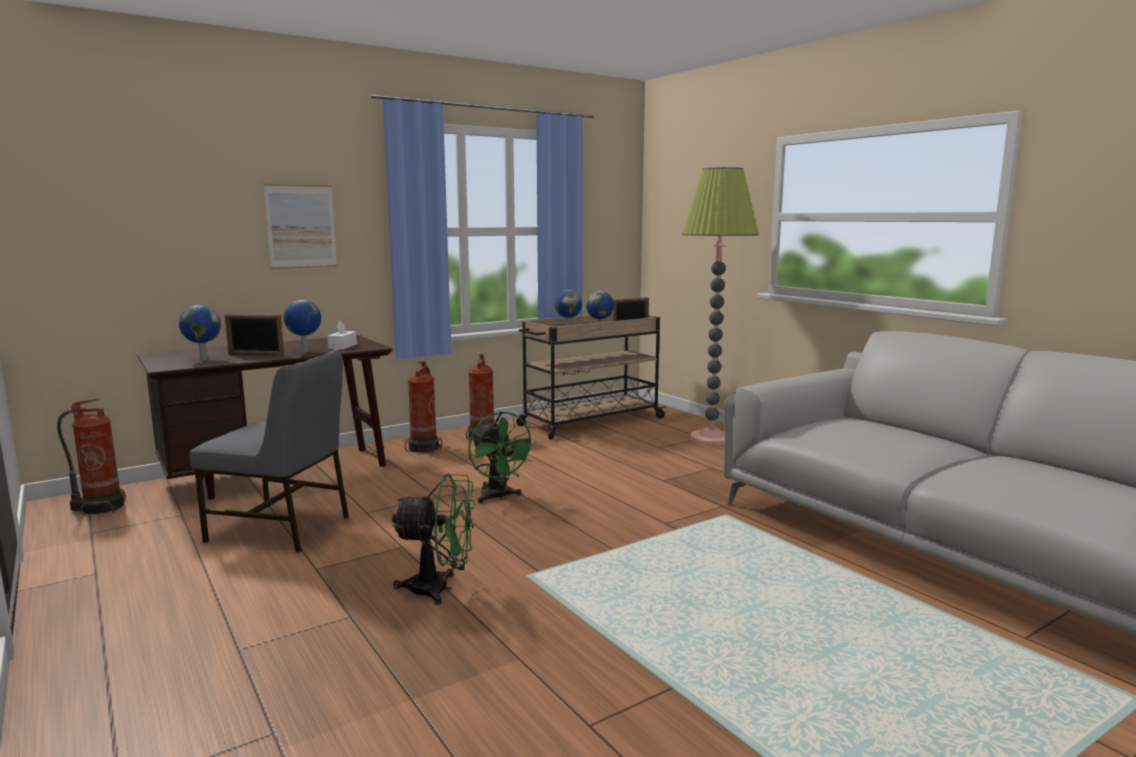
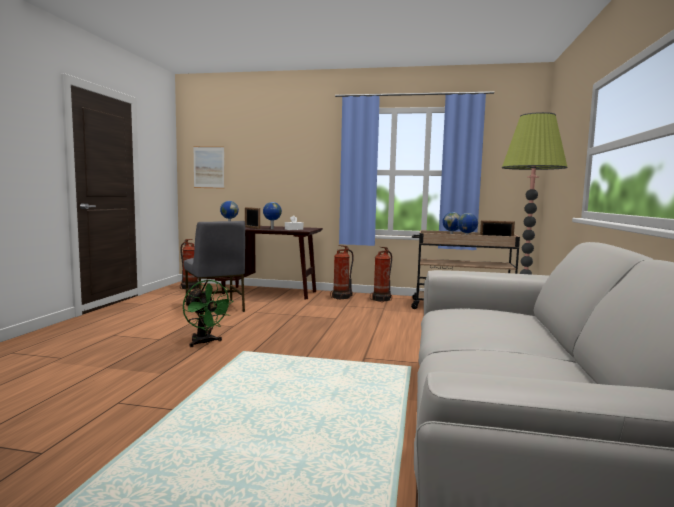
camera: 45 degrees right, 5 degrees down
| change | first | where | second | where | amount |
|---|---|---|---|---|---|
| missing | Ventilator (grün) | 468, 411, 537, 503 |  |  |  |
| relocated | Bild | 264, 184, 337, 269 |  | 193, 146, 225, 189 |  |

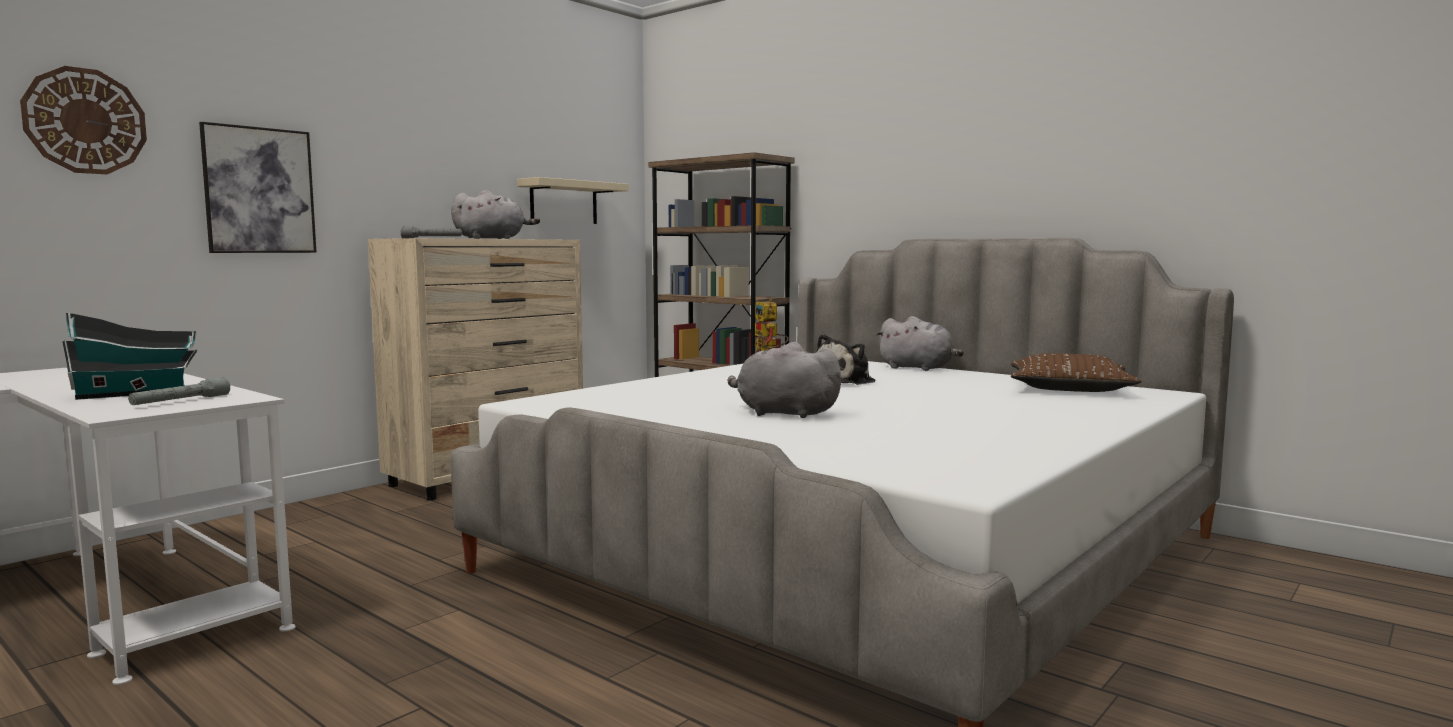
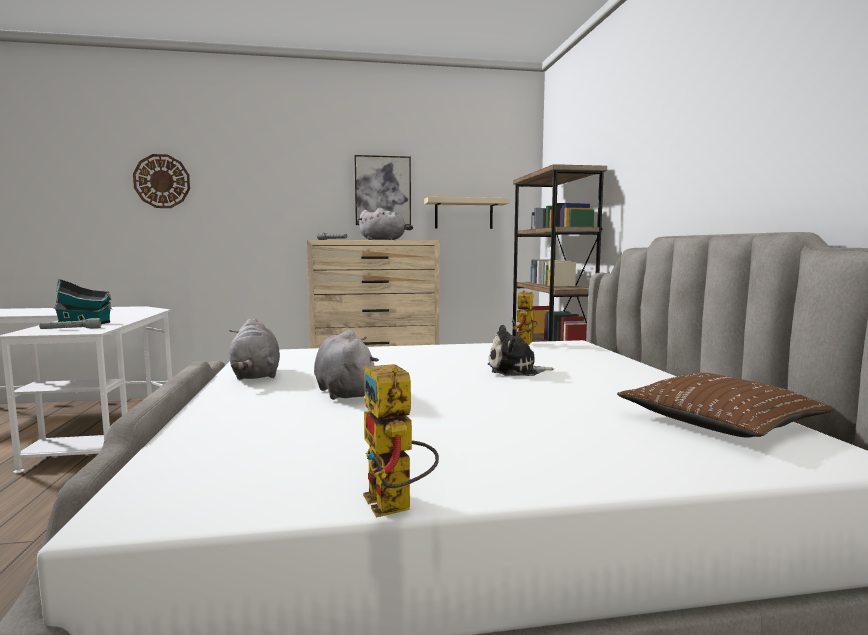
camera: 40 degrees right, 0 degrees up
| change | first | where | second | where | amount |
|---|---|---|---|---|---|
| appeared |  |  | Spielzeugroboter | 363, 364, 439, 518 |  |
| relocated | Bild | 199, 122, 316, 253 |  | 354, 155, 411, 226 |  |
| relocated | Plüschtier (grau) | 876, 316, 964, 371 |  | 229, 319, 280, 380 |  |

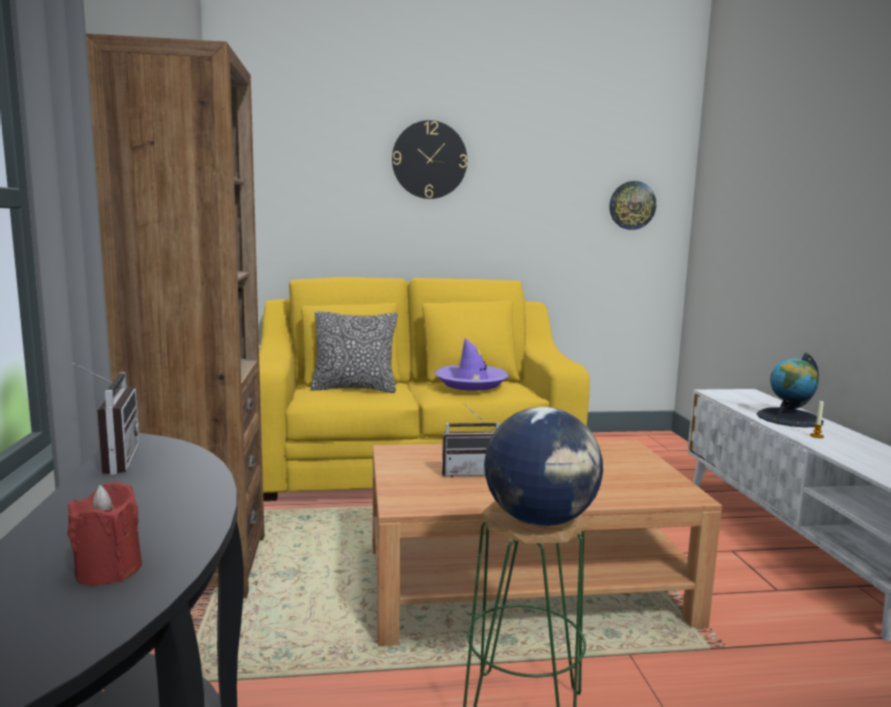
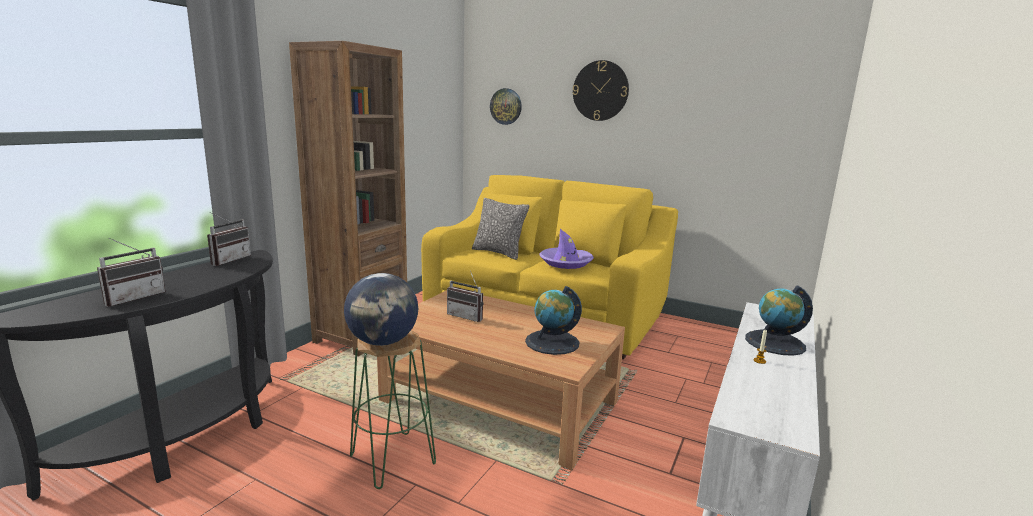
camera: 35 degrees right, 5 degrees up
| change | first | where | second | where | amount |
|---|---|---|---|---|---|
| appeared |  |  | Globus | 525, 286, 582, 355 |  |
| relocated | Wanduhr | 609, 181, 656, 230 |  | 490, 88, 522, 125 |  |
| exchanged | Kerze (rot) | 67, 482, 142, 585 | Radio | 97, 238, 165, 307 |  |

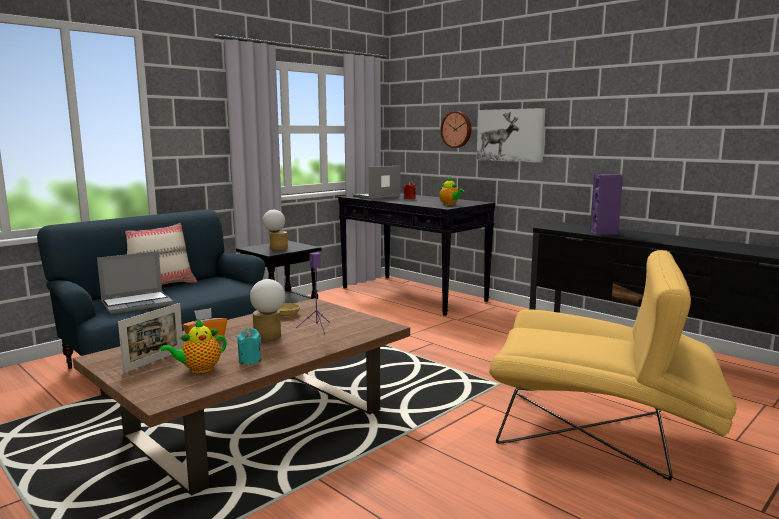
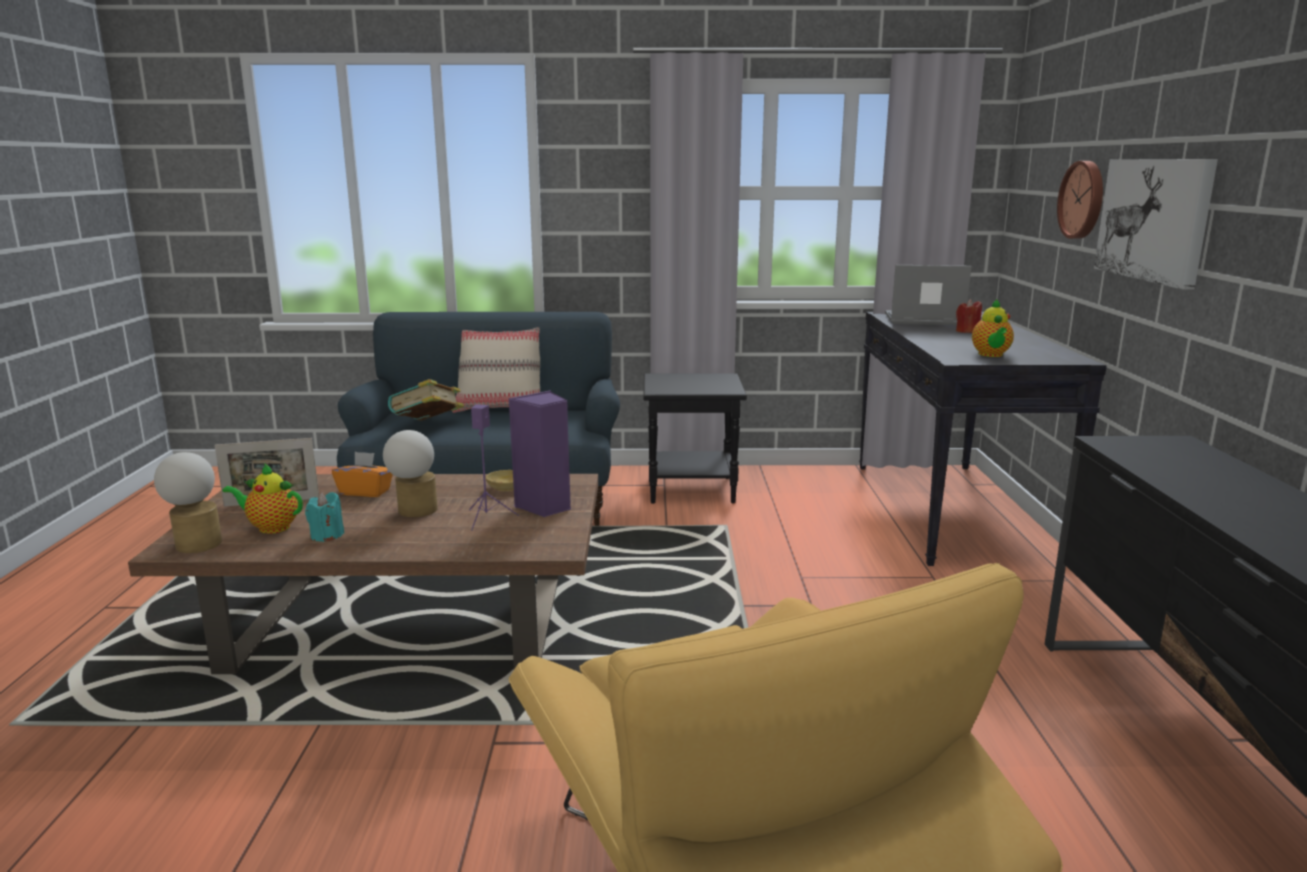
camera: 45 degrees right, 5 degrees up
| change | first | where | second | where | amount |
|---|---|---|---|---|---|
| relocated | Tischlampe | 263, 210, 288, 250 |  | 154, 452, 222, 553 |  |
| relocated | Lautsprecher (lila) | 590, 173, 623, 235 |  | 509, 391, 571, 517 |  |
| exchanged | Laptop | 97, 251, 173, 314 | Buch | 388, 379, 464, 421 |  |

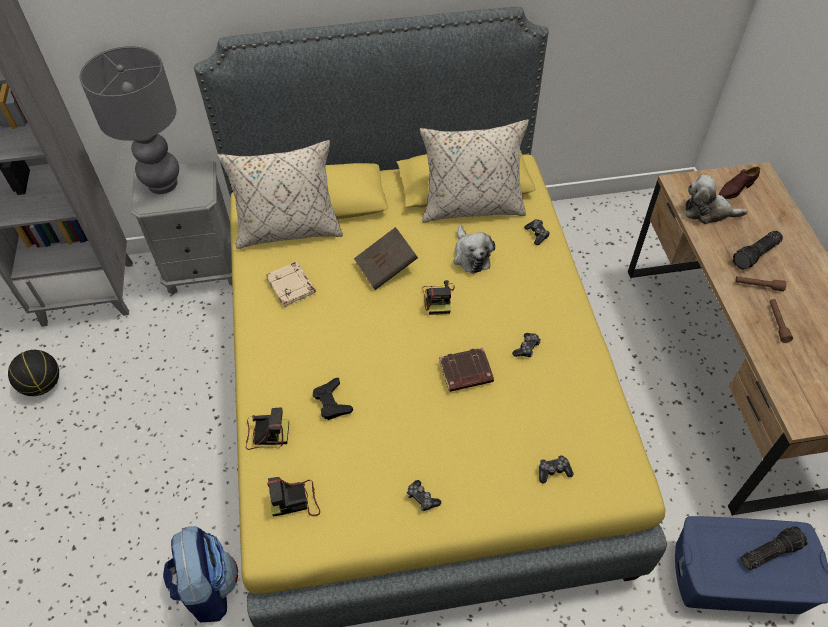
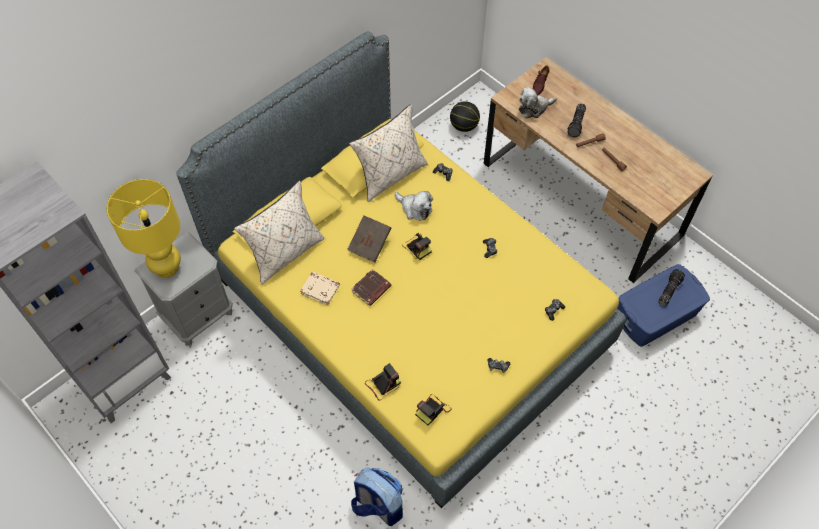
camera: 35 degrees left, 5 degrees up
| change | first | where | second | where | amount |
|---|---|---|---|---|---|
| missing | Gamepad (schwarz) | 313, 378, 353, 420 |  |  |  |
| relocated | Basketball | 8, 350, 59, 396 |  | 450, 101, 480, 132 |  |
| relocated | Buch (braun) | 439, 348, 494, 392 |  | 351, 269, 391, 306 |  |
| colour | Tischlampe (grau) | 80, 46, 179, 194 | Tischlampe (gelb) | 106, 179, 181, 278 |  |

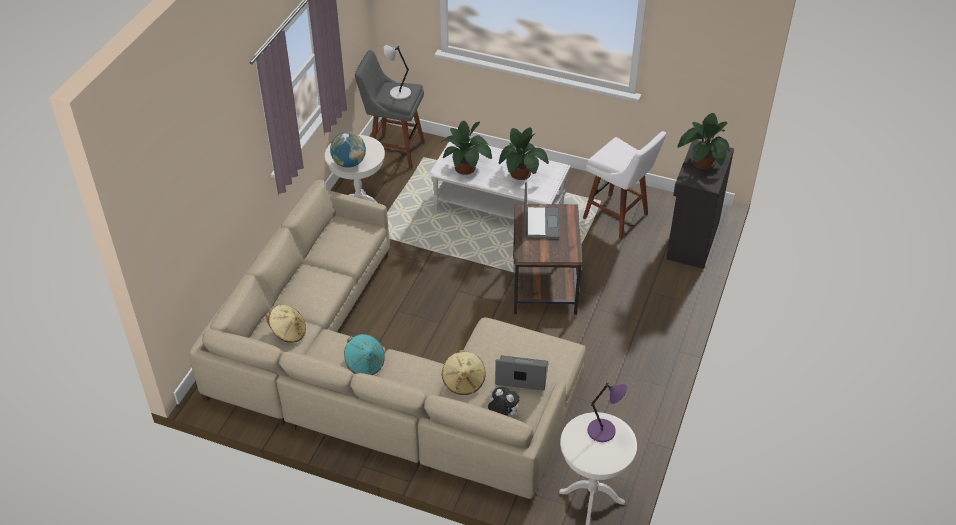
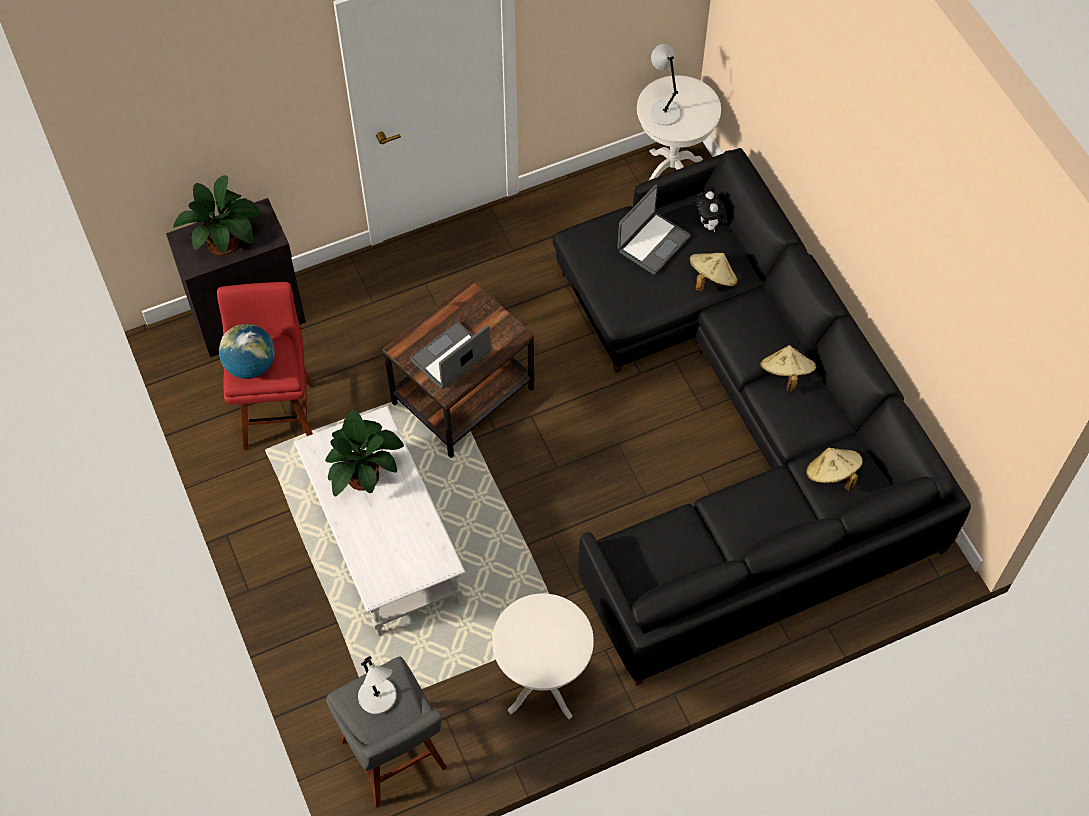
camera: 135 degrees left, 15 degrees up
| change | first | where | second | where | amount |
|---|---|---|---|---|---|
| missing | Topfpflanze | 441, 121, 492, 175 |  |  |  |
| relocated | Globus | 330, 132, 366, 168 |  | 219, 324, 275, 379 |  |
| colour | Sofa (beige) | 189, 180, 586, 505 | Sofa (schwarz) | 553, 148, 971, 686 |  |
| colour | Hut (türkis) | 344, 334, 385, 375 | Hut (beige) | 760, 345, 817, 392 |  |
| colour | Hocker (weiß) | 583, 131, 666, 239 | Hocker (rot) | 217, 282, 314, 451 |  |
| colour | Tischlampe (lila) | 587, 382, 627, 442 | Tischlampe (grau) | 650, 44, 681, 126 |  |
| spun | Laptop | 495, 355, 549, 390 |  | 617, 184, 691, 274 | 105 degrees counterclockwise |

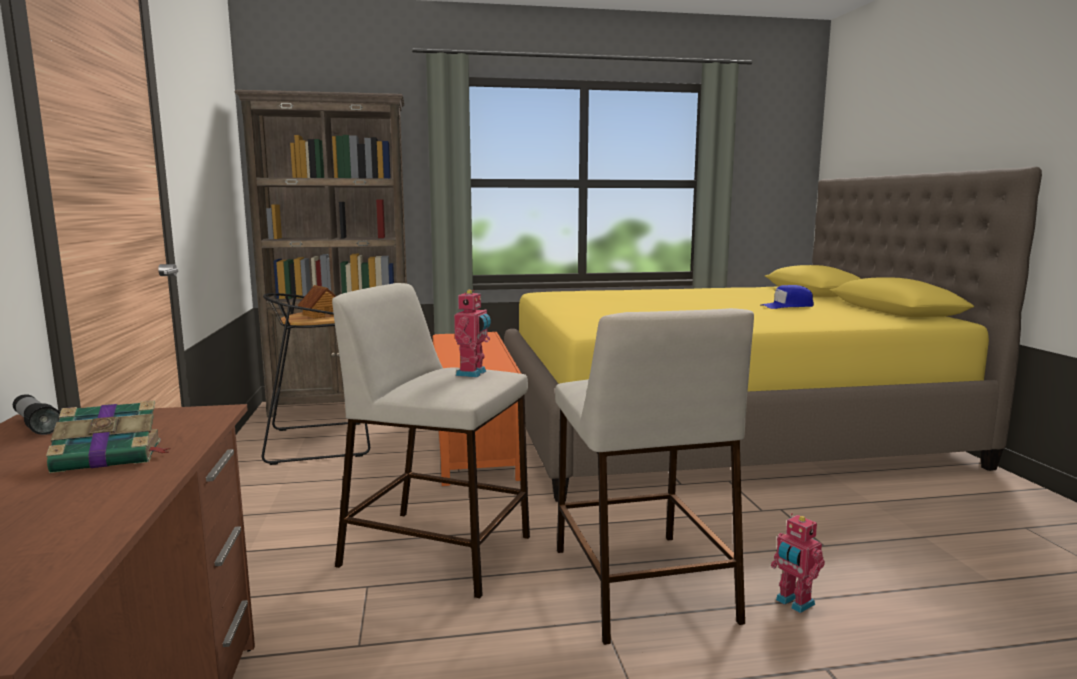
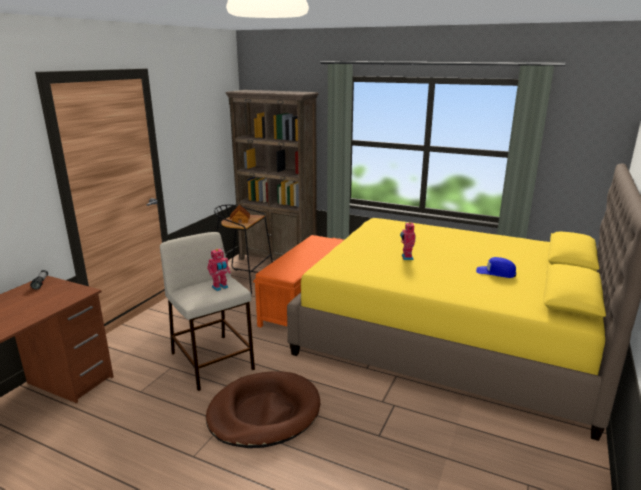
camera: 35 degrees right, 10 degrees up
| change | first | where | second | where | amount |
|---|---|---|---|---|---|
| missing | Buch | 46, 400, 171, 473 |  |  |  |
| relocated | Spielzeugroboter | 771, 513, 825, 613 |  | 400, 221, 416, 260 |  |
| exchanged | Hocker (beige) | 555, 308, 754, 645 | Hundebett (braun) | 206, 372, 320, 448 |  |

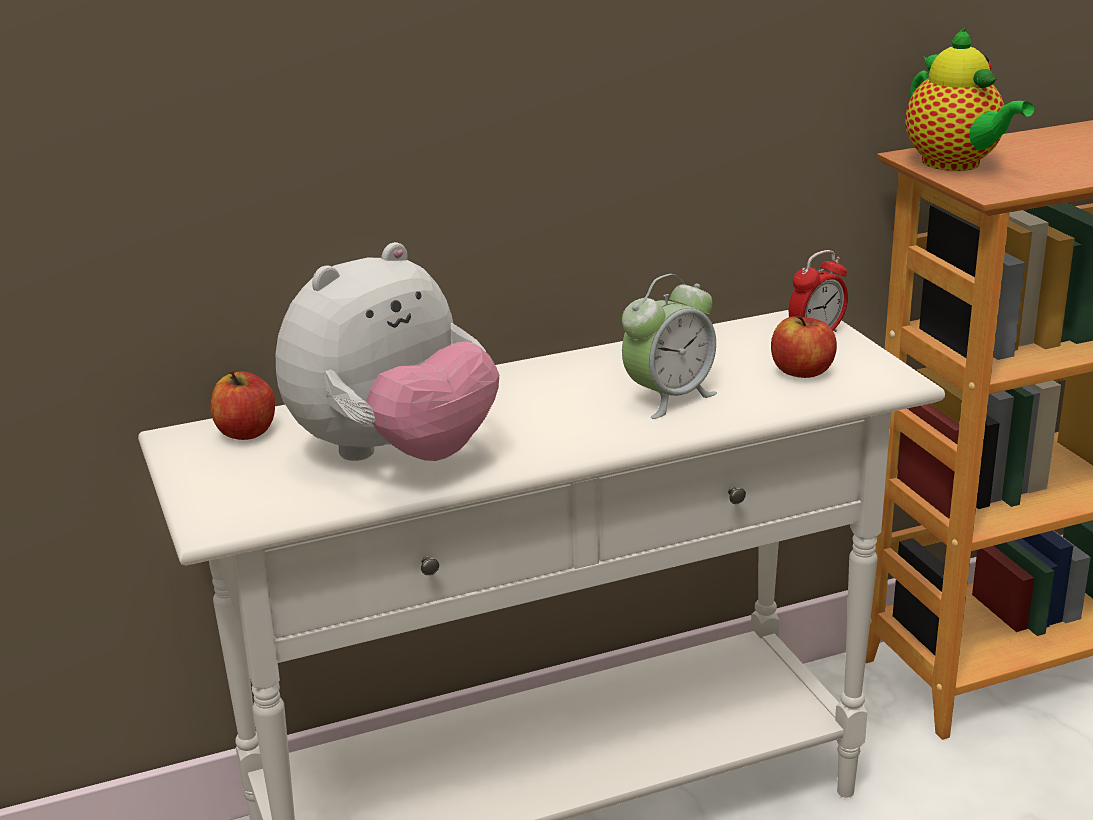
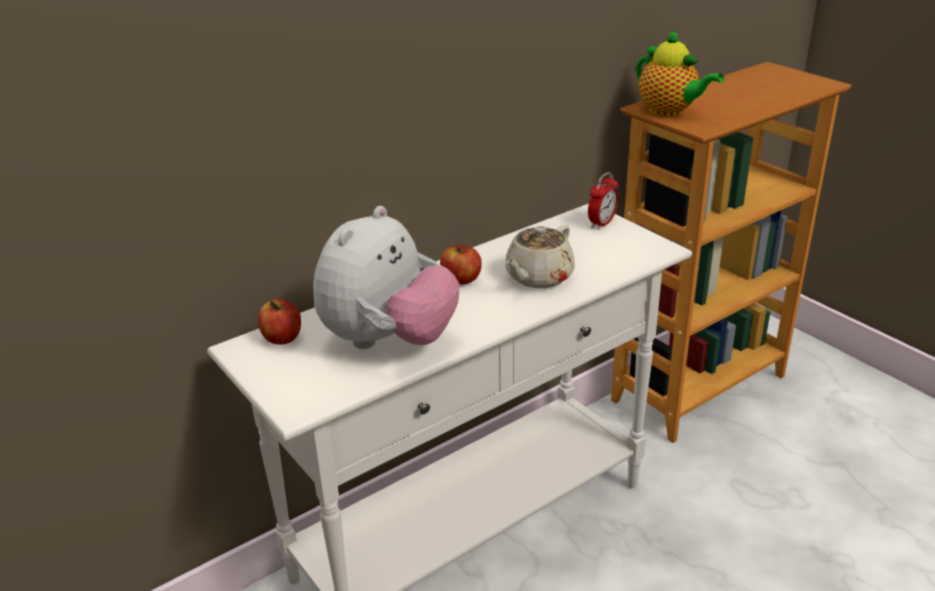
camera: 15 degrees left, 5 degrees up
| change | first | where | second | where | amount |
|---|---|---|---|---|---|
| relocated | Apfel | 771, 316, 837, 378 |  | 440, 245, 482, 285 |  |
| exchanged | Wecker | 622, 274, 717, 419 | Teekanne (beige) | 505, 225, 575, 288 |  |

